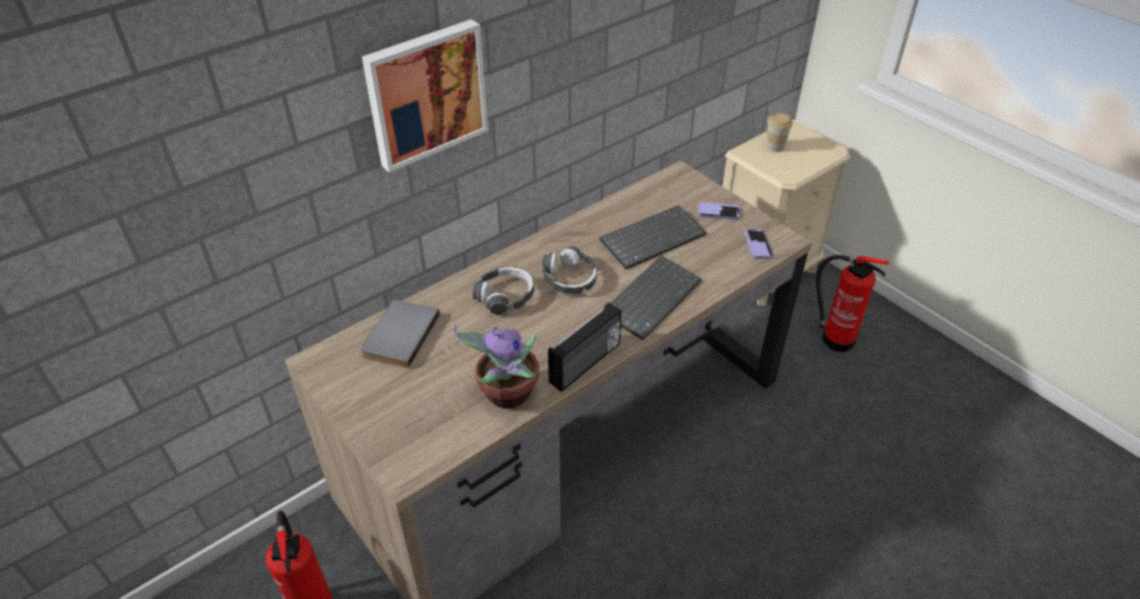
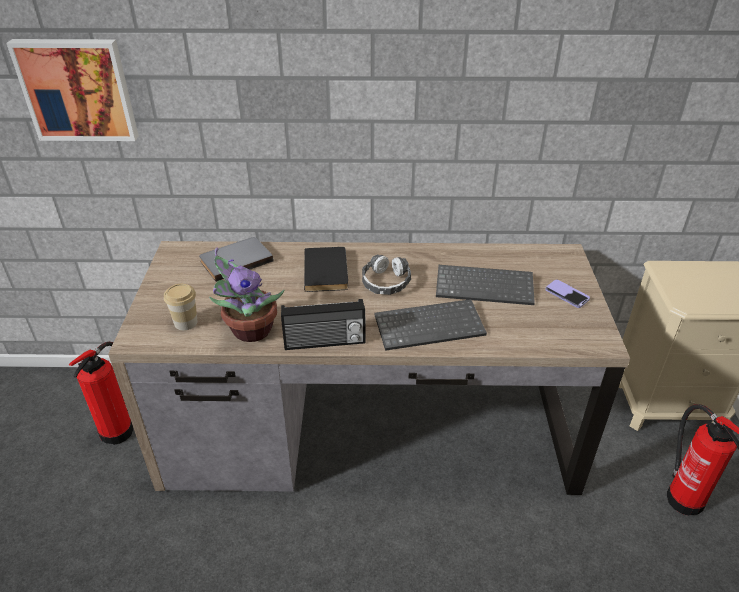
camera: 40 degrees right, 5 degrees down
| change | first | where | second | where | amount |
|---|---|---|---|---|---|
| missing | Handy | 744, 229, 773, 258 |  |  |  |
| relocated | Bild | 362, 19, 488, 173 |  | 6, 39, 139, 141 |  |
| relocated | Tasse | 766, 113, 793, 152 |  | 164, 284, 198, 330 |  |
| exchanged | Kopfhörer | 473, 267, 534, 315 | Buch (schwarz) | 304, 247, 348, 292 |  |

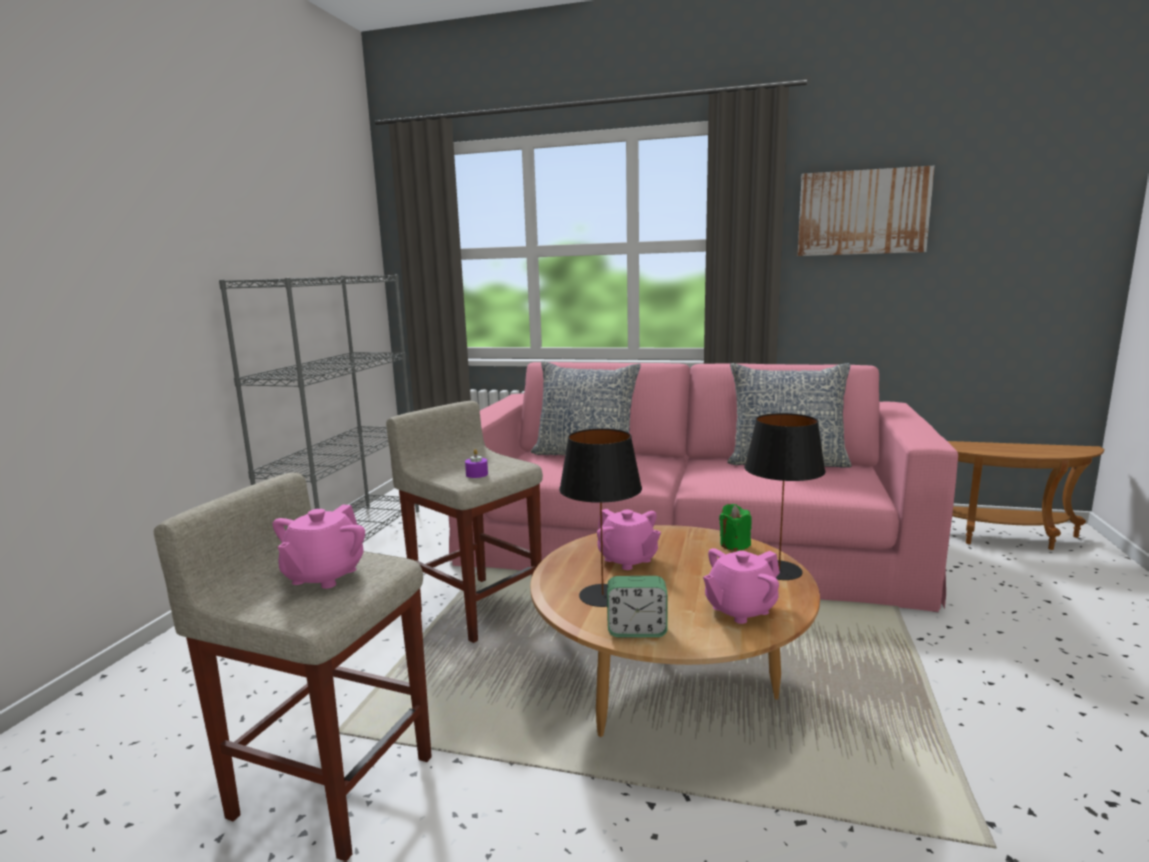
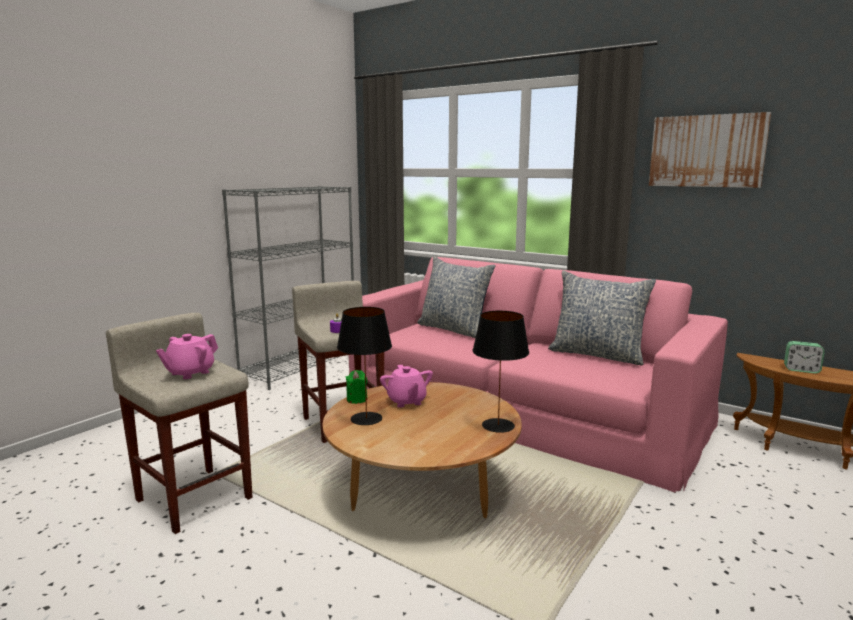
camera: 20 degrees right, 0 degrees up
| change | first | where | second | where | amount |
|---|---|---|---|---|---|
| missing | Teekanne (rosa) | 703, 548, 780, 624 |  |  |  |
| relocated | Wecker | 607, 576, 668, 638 |  | 784, 341, 825, 374 |  |
| relocated | Kerze (grün) | 719, 504, 752, 551 |  | 345, 370, 367, 404 |  |

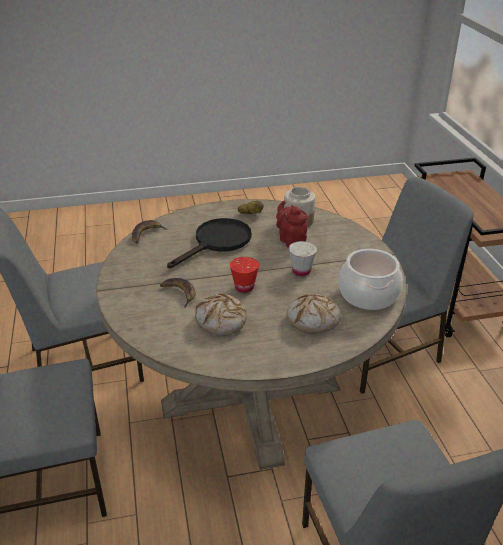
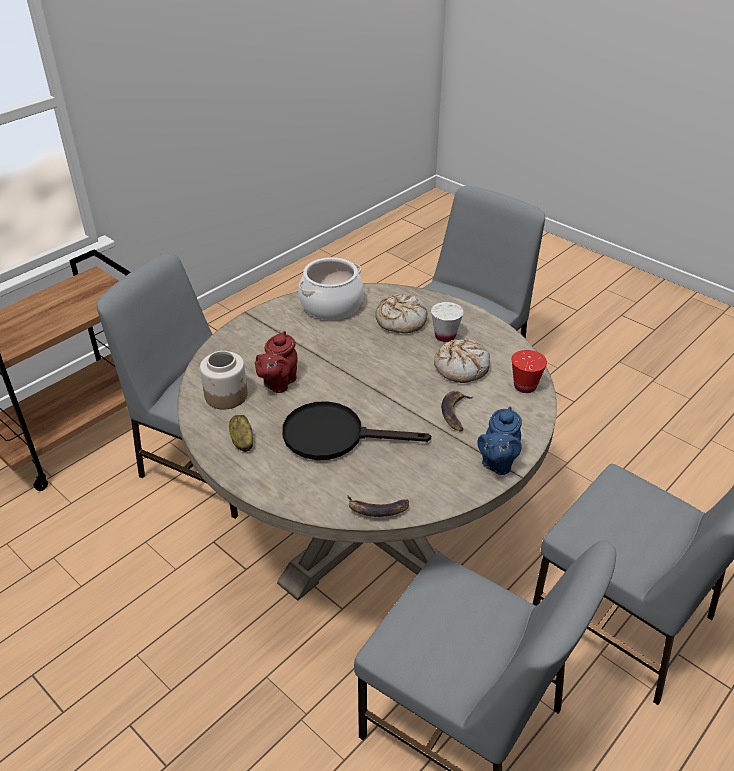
camera: 125 degrees left, 5 degrees up
| change | first | where | second | where | amount |
|---|---|---|---|---|---|
| appeared |  |  | Teekanne (blau) | 477, 406, 522, 475 |  |
| relocated | Tasse (rot) | 230, 257, 259, 293 |  | 512, 350, 547, 393 |  |
| relocated | Tasse (weiß) | 288, 241, 317, 276 |  | 431, 302, 464, 342 |  |

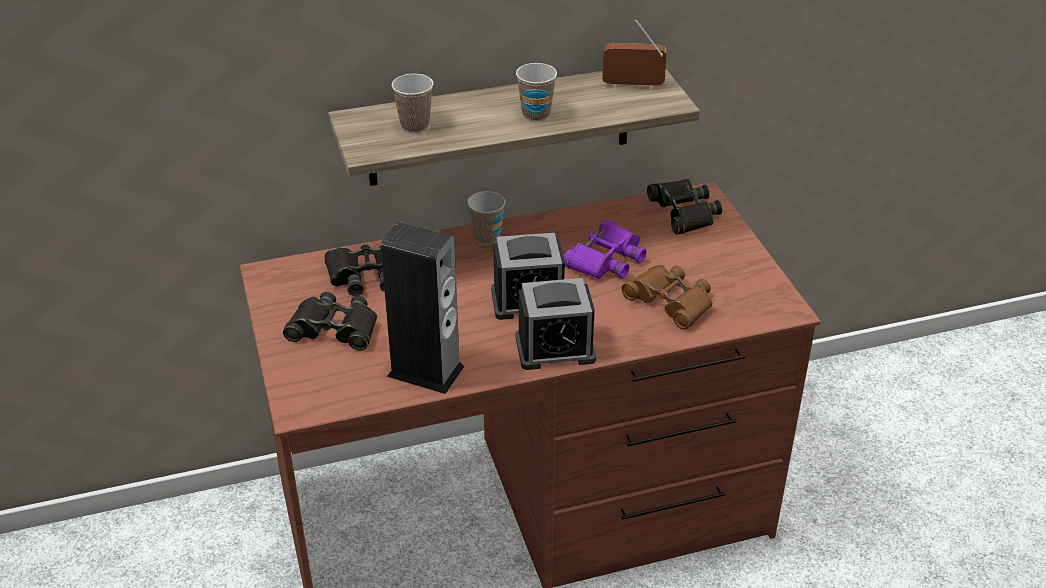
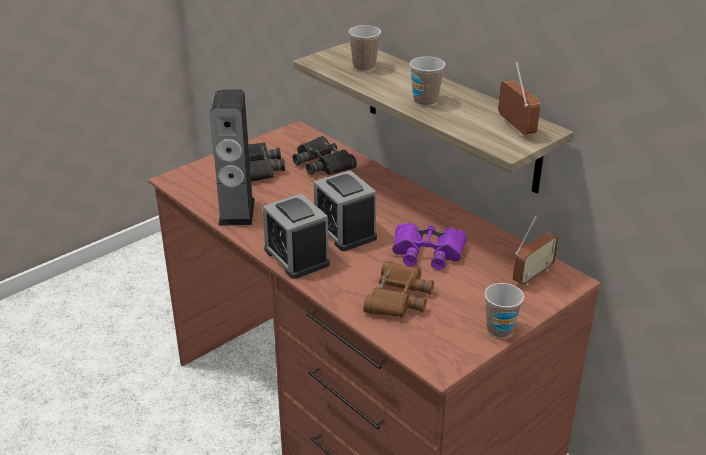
camera: 65 degrees right, 5 degrees down
| change | first | where | second | where | amount |
|---|---|---|---|---|---|
| relocated | Tasse | 467, 191, 505, 245 |  | 484, 283, 524, 338 |  |
| exchanged | Fernglas (schwarz) | 647, 179, 722, 235 | Radio | 513, 215, 558, 286 |  |

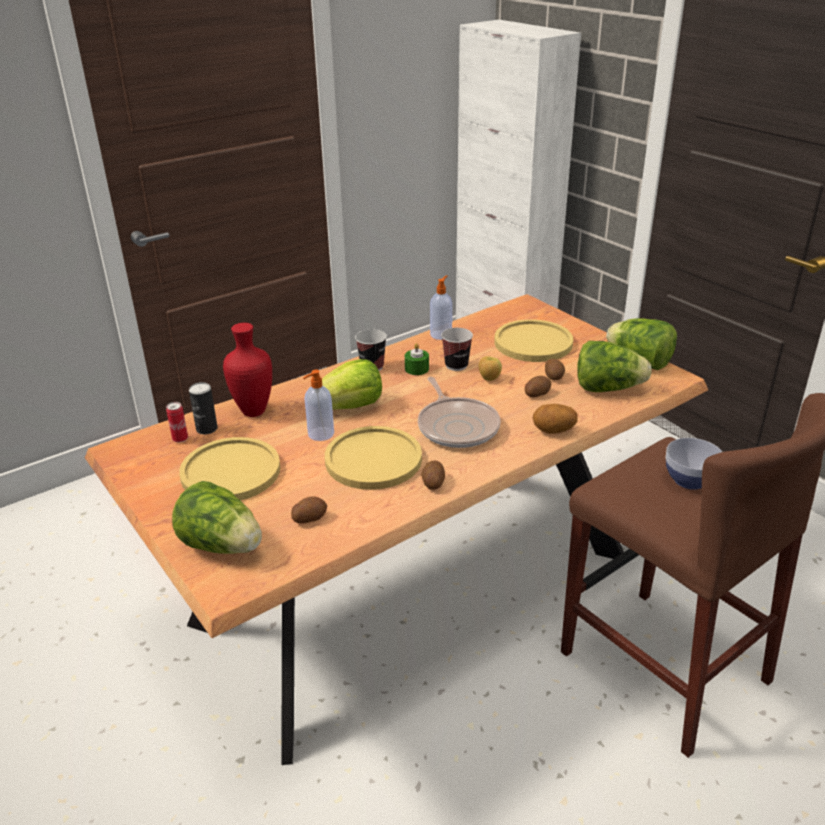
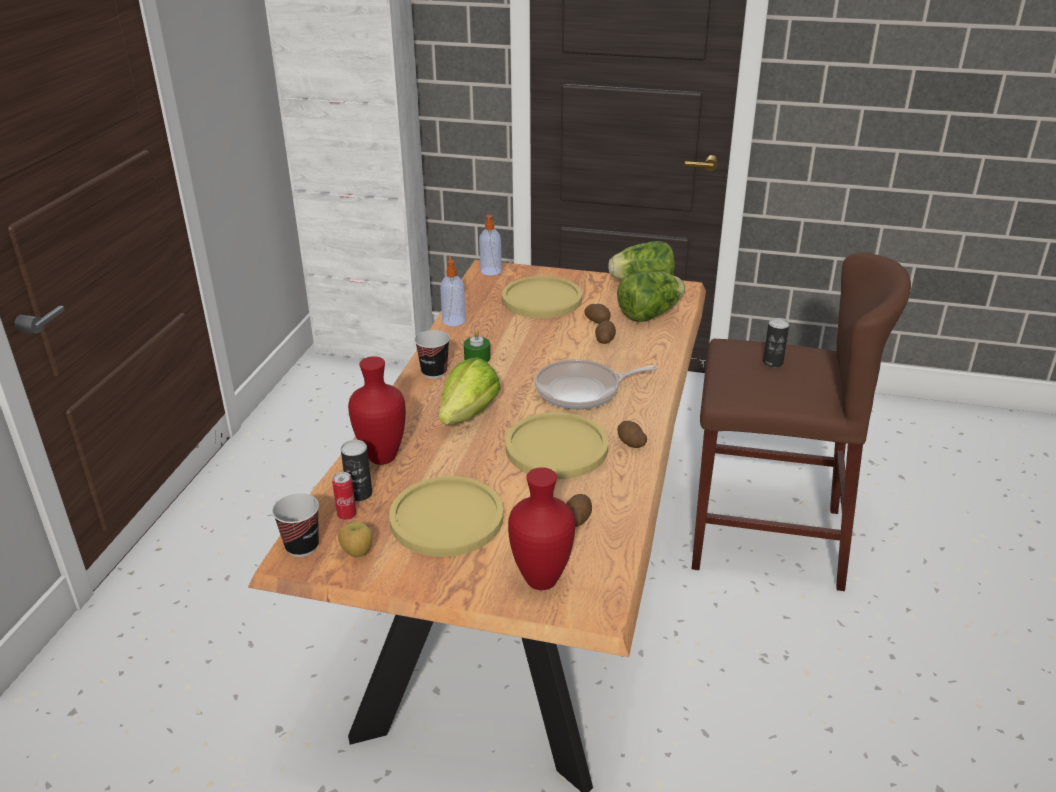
camera: 40 degrees left, 0 degrees up
| change | first | where | second | where | amount |
|---|---|---|---|---|---|
| missing | Kartoffel | 533, 404, 578, 434 |  |  |  |
| relocated | Seifenspender | 303, 370, 334, 441 |  | 479, 215, 502, 276 |  |
| relocated | Tasse | 441, 328, 473, 371 |  | 272, 493, 319, 557 |  |
| relocated | Apfel | 479, 356, 502, 381 |  | 338, 523, 372, 557 |  |
| exchanged | Salatkopf | 172, 481, 262, 554 | Vase (rot) | 508, 467, 575, 590 |  |
| exchanged | Schüssel | 666, 438, 722, 490 | Dose | 763, 318, 789, 367 |  |
| spun | Pfanne | 418, 377, 501, 448 |  | 535, 359, 658, 409 | 135 degrees clockwise |

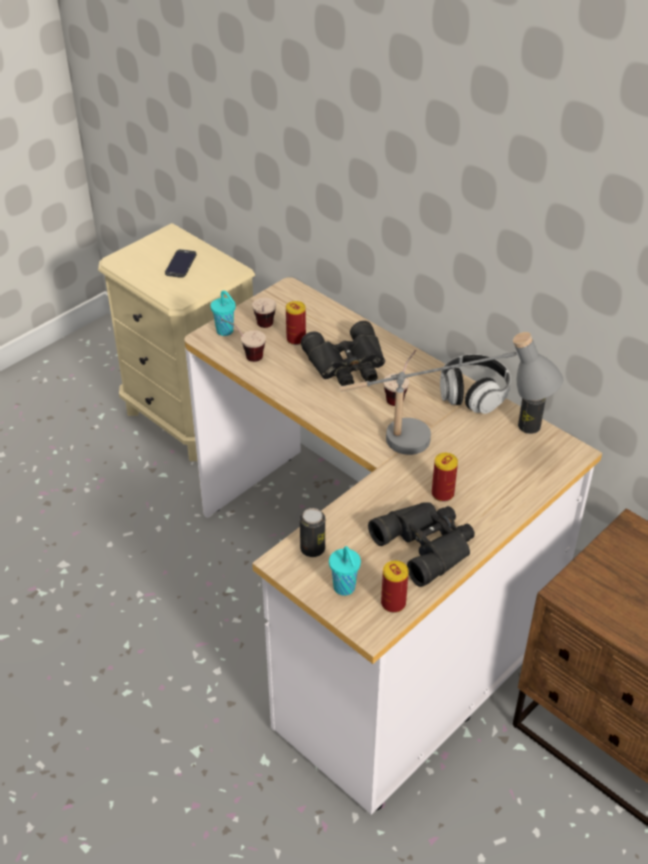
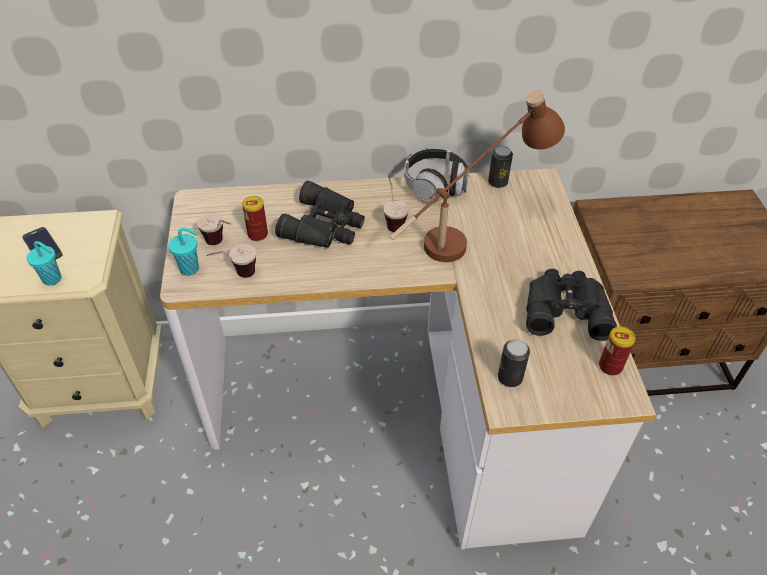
camera: 50 degrees left, 5 degrees up
| change | first | where | second | where | amount |
|---|---|---|---|---|---|
| missing | Dose | 432, 453, 458, 502 |  |  |  |
| relocated | Tasse (türkis) | 329, 546, 361, 596 |  | 26, 241, 61, 286 |  |
| colour | Tischlampe (grau) | 339, 332, 563, 455 | Tischlampe (braun) | 390, 89, 565, 262 |  |

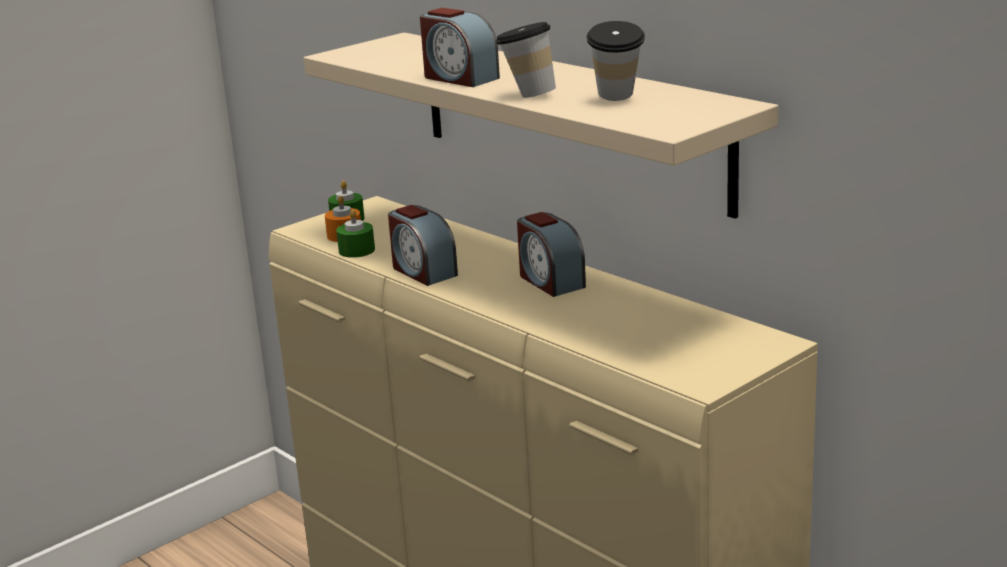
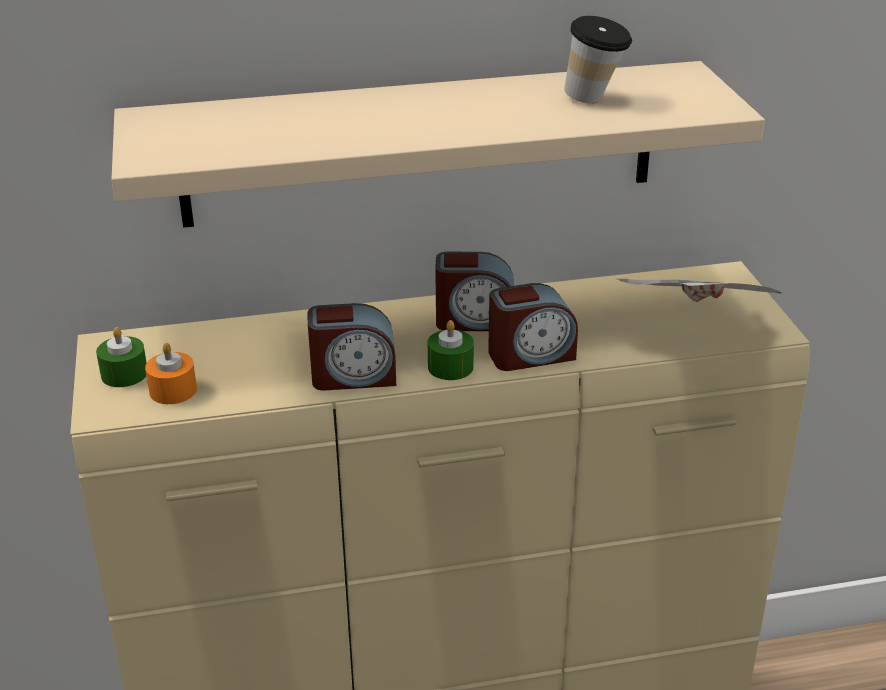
camera: 60 degrees left, 10 degrees up
| change | first | where | second | where | amount |
|---|---|---|---|---|---|
| missing | Tasse | 495, 22, 556, 98 |  |  |  |
| appeared |  |  | Zeitung | 617, 279, 782, 302 |  |
| relocated | Kerze (grün) | 336, 210, 375, 258 |  | 428, 320, 474, 380 |  |
| relocated | Wecker | 420, 8, 500, 87 |  | 488, 283, 578, 371 |  |

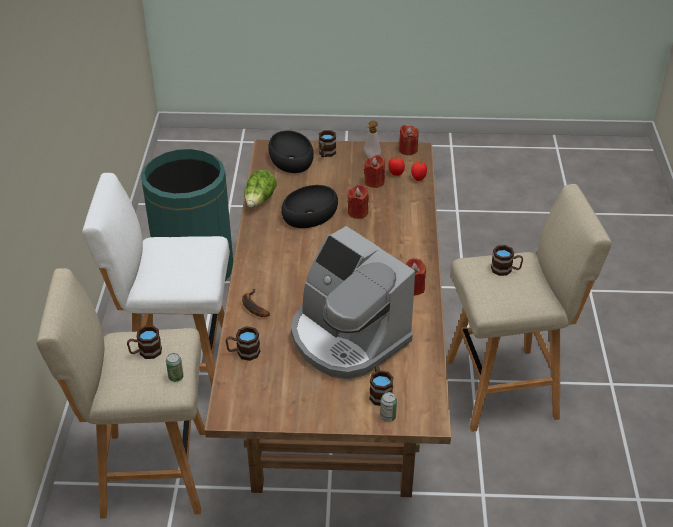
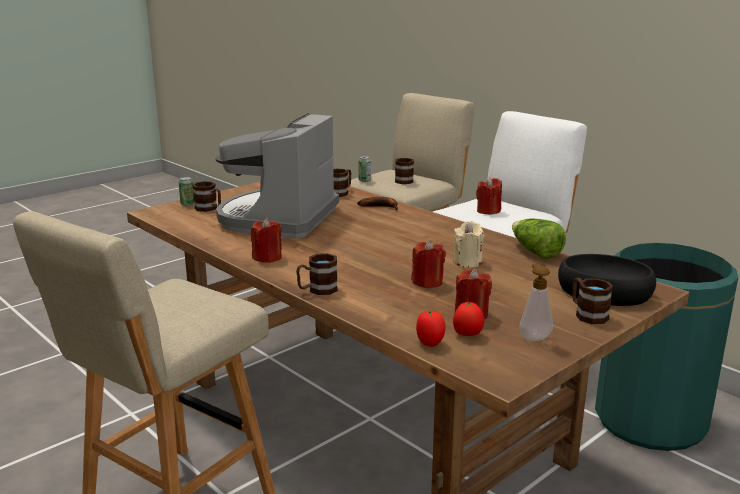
camera: 135 degrees right, 20 degrees down
| change | first | where | second | where | amount |
|---|---|---|---|---|---|
| relocated | Kerze (rot) | 399, 125, 419, 155 |  | 476, 178, 502, 215 |  |
| relocated | Henkelbecher (braun) | 491, 245, 523, 276 |  | 296, 253, 338, 295 |  |
| exchanged | Schüssel (schwarz) | 281, 185, 338, 228 | Kerze (beige) | 454, 221, 484, 268 |  |
| spun | Kaffeemaschine | 291, 226, 415, 380 |  | 215, 113, 339, 239 | 75 degrees counterclockwise |

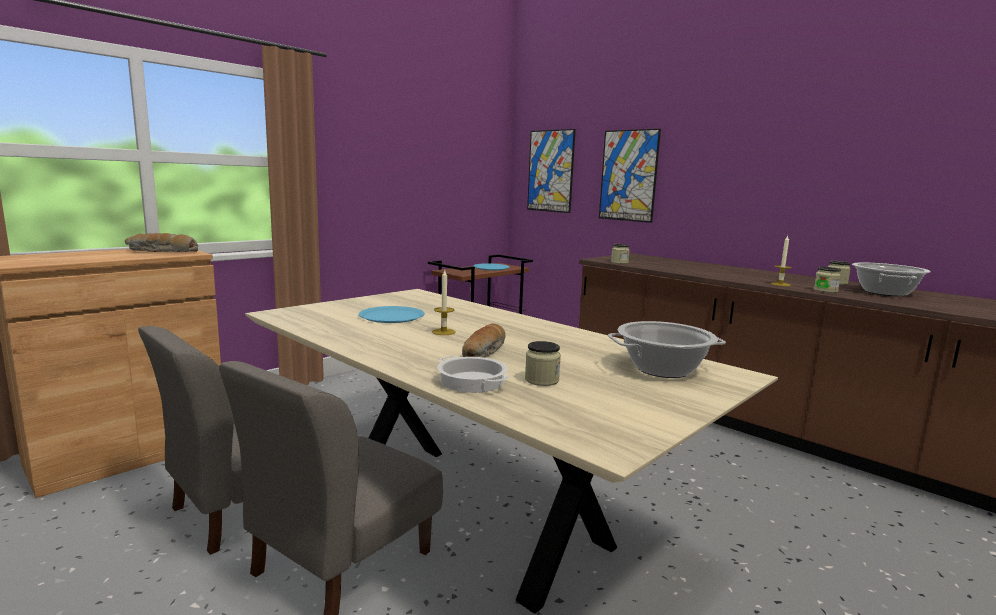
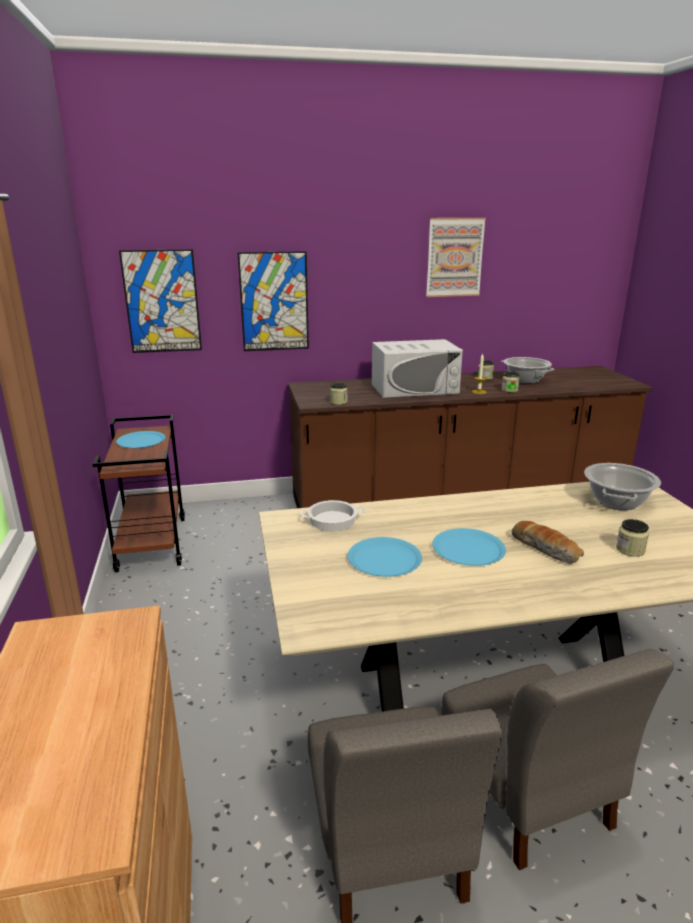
camera: 55 degrees left, 10 degrees up
| change | first | where | second | where | amount |
|---|---|---|---|---|---|
| missing | Brot | 125, 233, 198, 252 |  |  |  |
| appeared |  |  | Mikrowelle (weiß) | 372, 339, 463, 398 |  |
| appeared |  |  | Bild | 426, 218, 486, 297 |  |
| relocated | Kochtopf | 437, 356, 509, 393 |  | 301, 500, 364, 531 |  |
| exchanged | Kerze | 432, 270, 456, 335 | Teller (blau) | 432, 528, 506, 566 |  |

